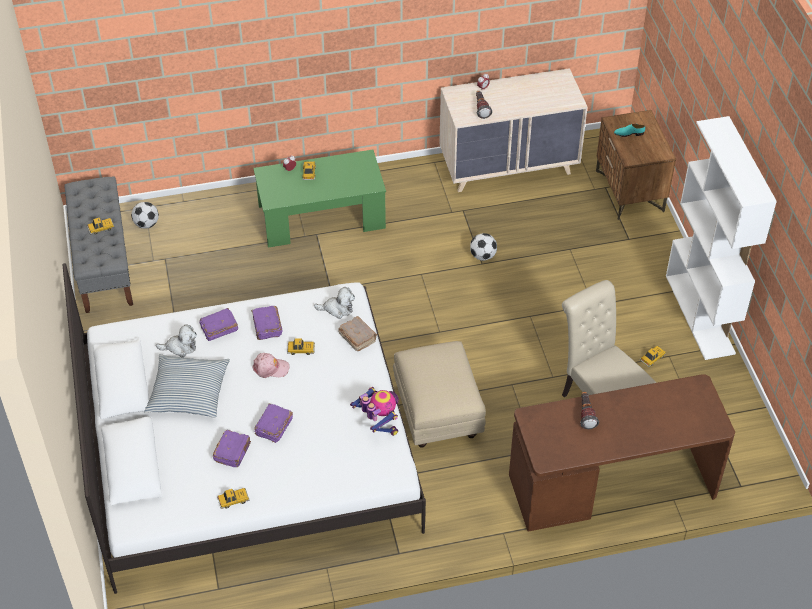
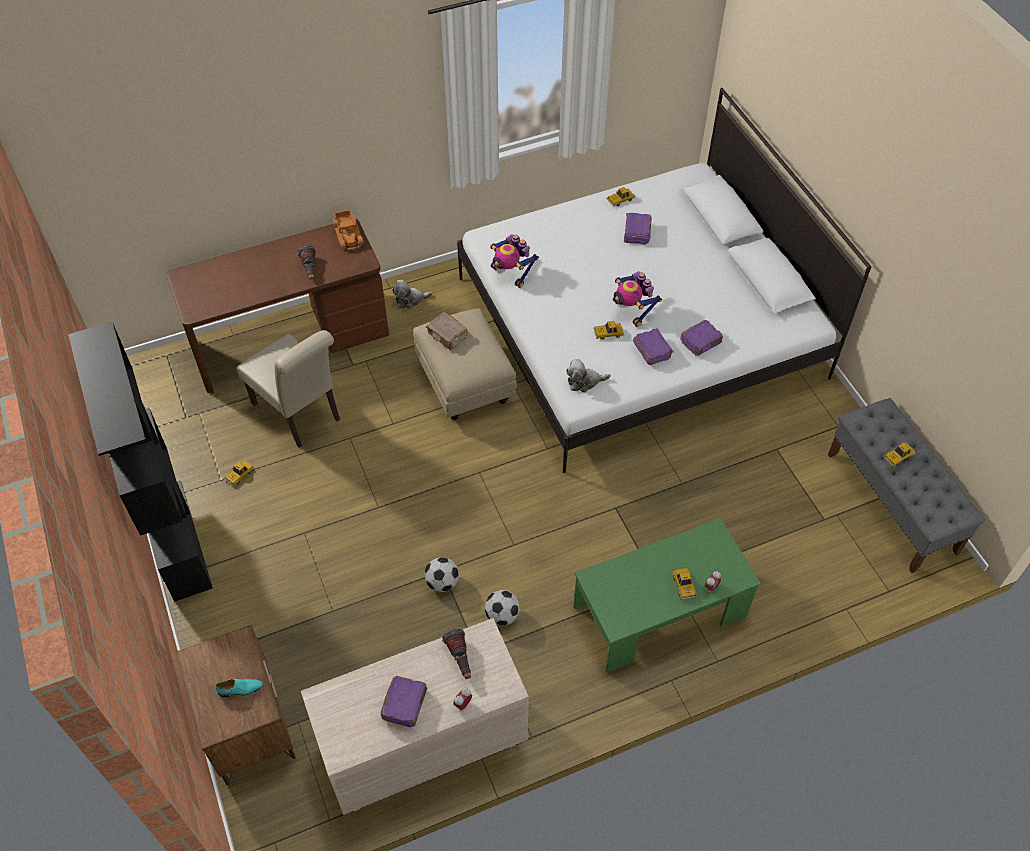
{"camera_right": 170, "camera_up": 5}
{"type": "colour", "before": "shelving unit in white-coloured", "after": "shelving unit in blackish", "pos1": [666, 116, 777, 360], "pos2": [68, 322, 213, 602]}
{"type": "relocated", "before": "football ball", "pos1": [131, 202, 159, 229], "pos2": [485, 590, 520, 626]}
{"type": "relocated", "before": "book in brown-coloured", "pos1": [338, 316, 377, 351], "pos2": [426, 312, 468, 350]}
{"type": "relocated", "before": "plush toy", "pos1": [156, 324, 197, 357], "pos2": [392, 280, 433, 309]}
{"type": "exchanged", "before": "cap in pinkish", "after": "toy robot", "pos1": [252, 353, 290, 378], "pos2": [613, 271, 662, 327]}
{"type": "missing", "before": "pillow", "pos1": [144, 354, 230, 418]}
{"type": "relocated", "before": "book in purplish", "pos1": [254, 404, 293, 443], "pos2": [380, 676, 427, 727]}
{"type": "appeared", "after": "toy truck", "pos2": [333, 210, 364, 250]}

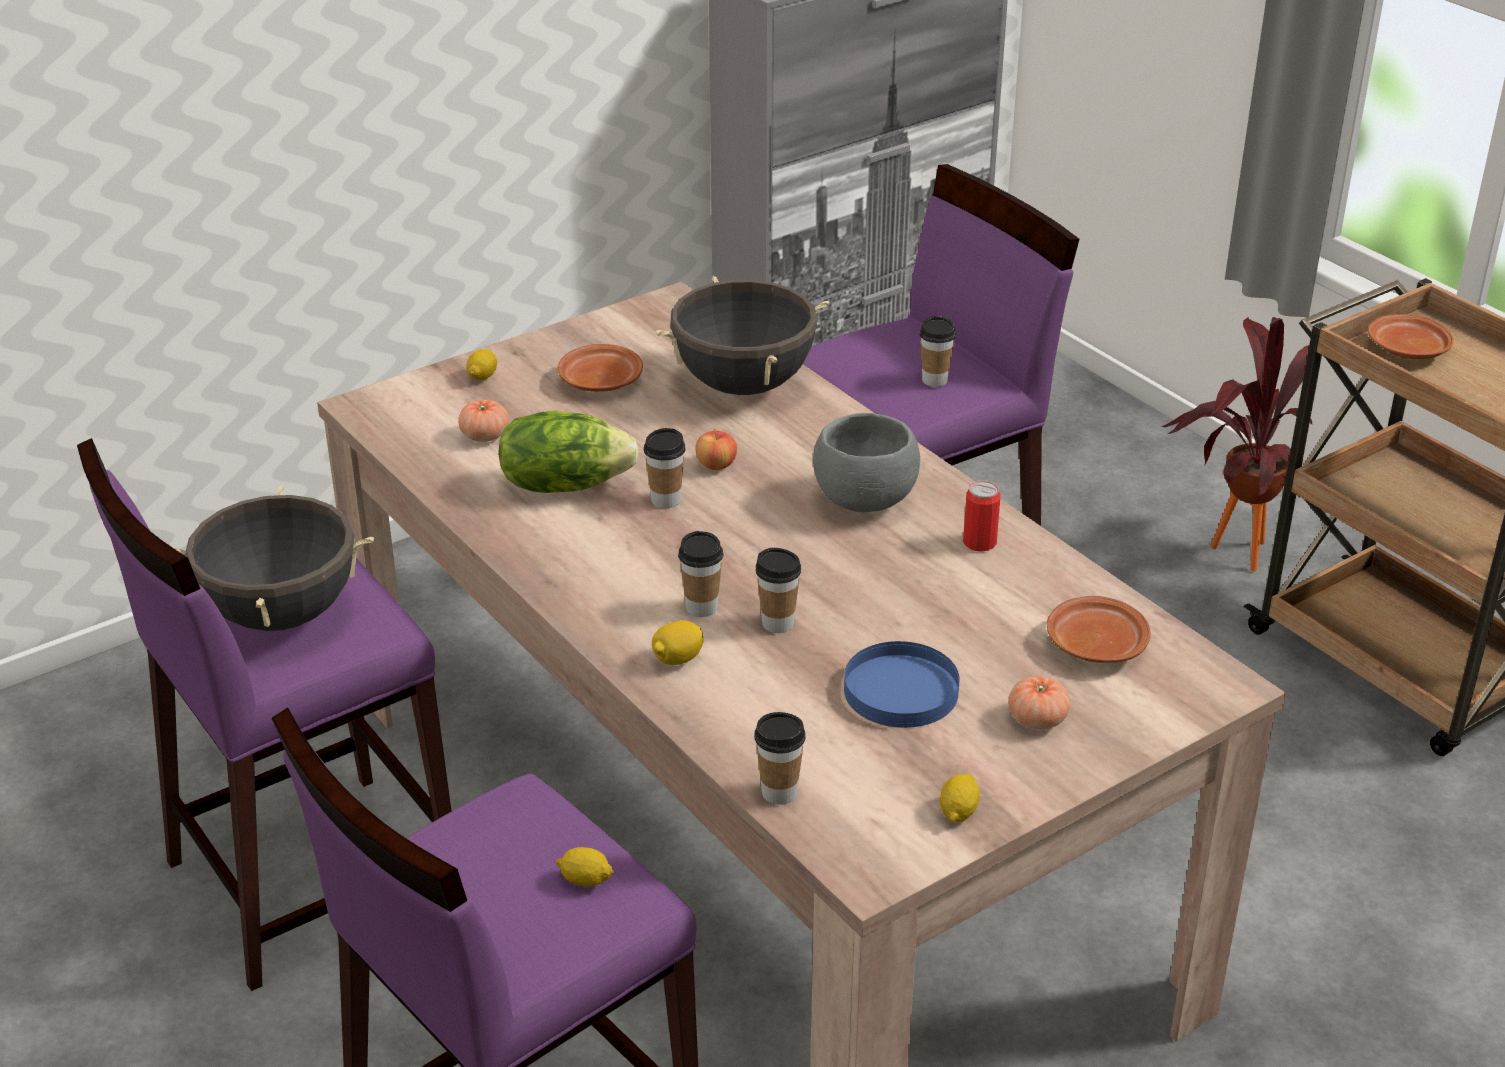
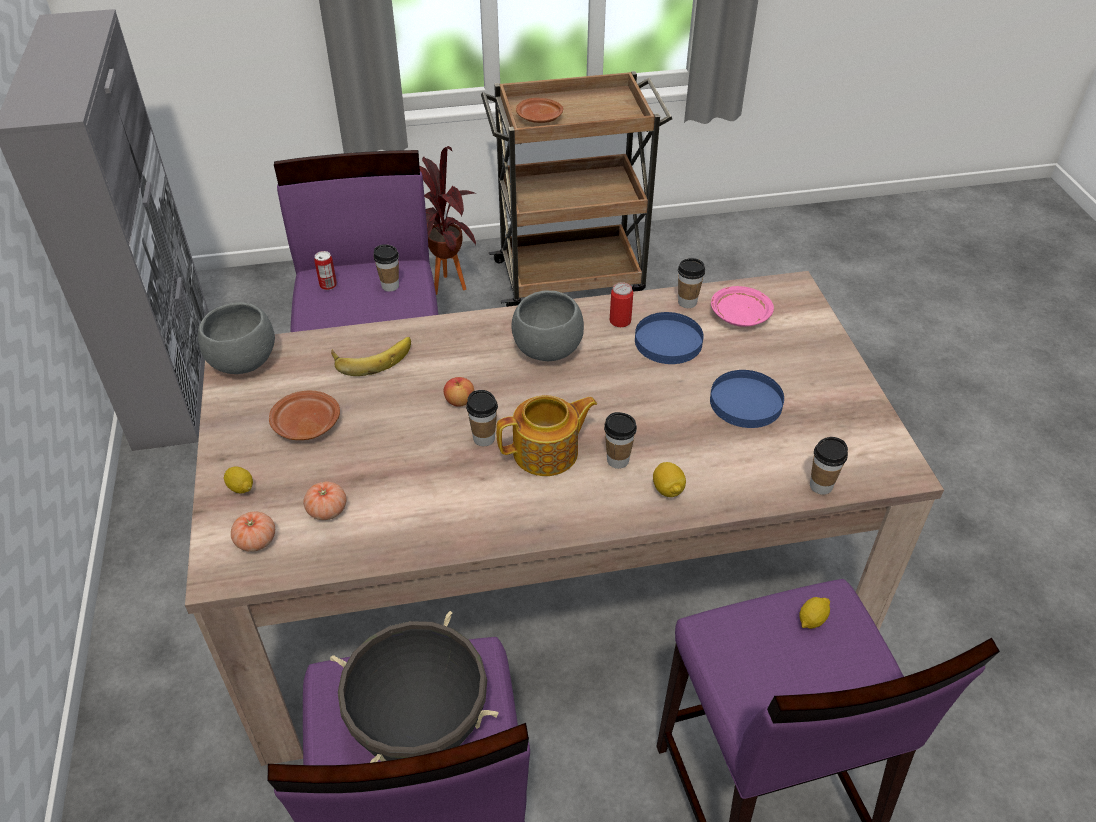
{"camera_right": -65, "camera_up": 10}
{"type": "exchanged", "before": "saucepot in blackish", "after": "banana fruit", "pos1": [656, 276, 830, 395], "pos2": [331, 337, 411, 376]}
{"type": "missing", "before": "head of lettuce", "pos1": [498, 411, 639, 493]}
{"type": "relocated", "before": "small cup", "pos1": [756, 548, 801, 633], "pos2": [678, 258, 705, 308]}
{"type": "colour", "before": "dinner plate in brown-coloured", "after": "dinner plate in pinkish", "pos1": [1047, 596, 1151, 663], "pos2": [711, 286, 774, 327]}
{"type": "relocated", "before": "fresh tomato", "pos1": [1009, 676, 1070, 729], "pos2": [231, 511, 275, 552]}
{"type": "missing", "before": "citrus fruit", "pos1": [940, 774, 980, 822]}
{"type": "appeared", "after": "can", "pos2": [314, 251, 337, 290]}
{"type": "appeared", "after": "serving bowl in grey", "pos2": [198, 302, 275, 374]}
{"type": "appeared", "after": "dinner plate in blue", "pos2": [635, 312, 704, 364]}
{"type": "appeared", "after": "tea pot", "pos2": [496, 395, 597, 476]}

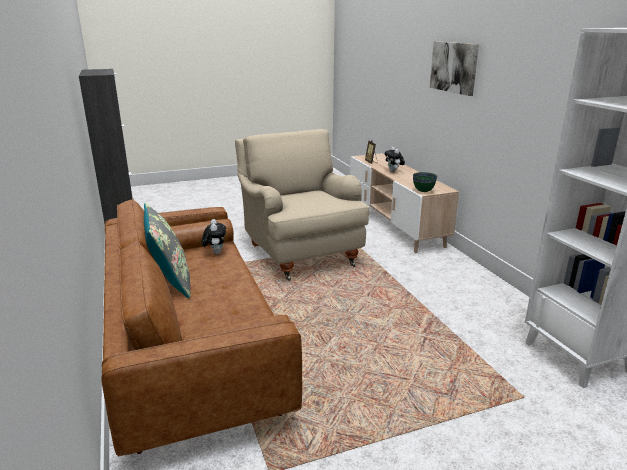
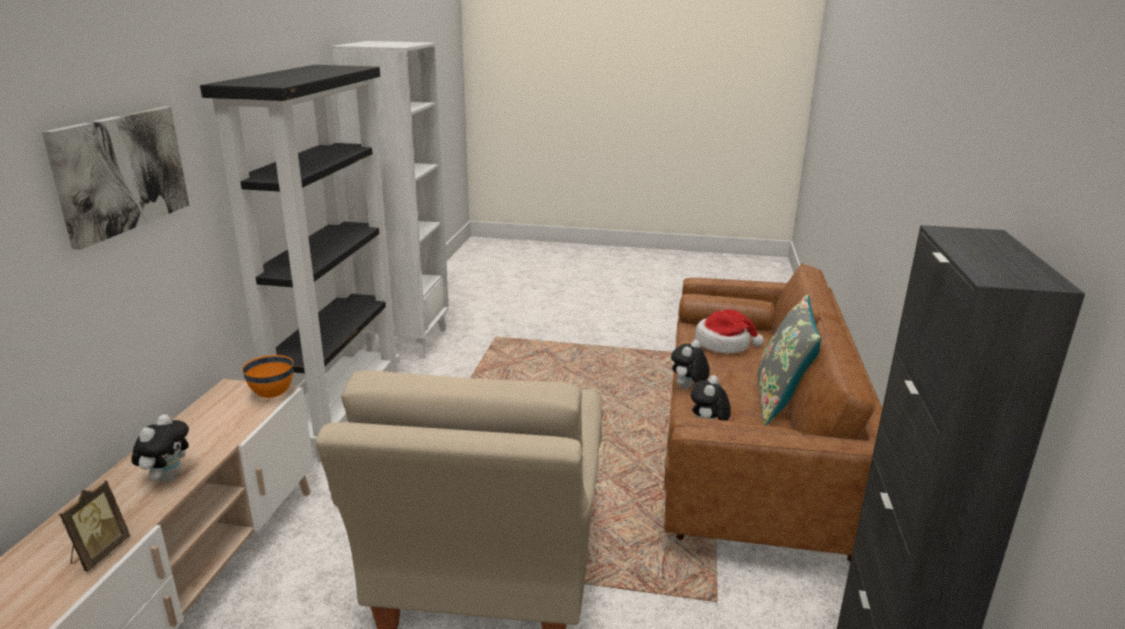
{"camera_right": -150, "camera_up": 0}
{"type": "colour", "before": "serving bowl in greenish", "after": "serving bowl in orangey", "pos1": [413, 172, 437, 192], "pos2": [242, 355, 293, 398]}
{"type": "appeared", "after": "shelving unit in blackish", "pos2": [200, 65, 400, 463]}
{"type": "appeared", "after": "hat", "pos2": [695, 309, 764, 354]}
{"type": "appeared", "after": "plush toy", "pos2": [671, 340, 710, 389]}

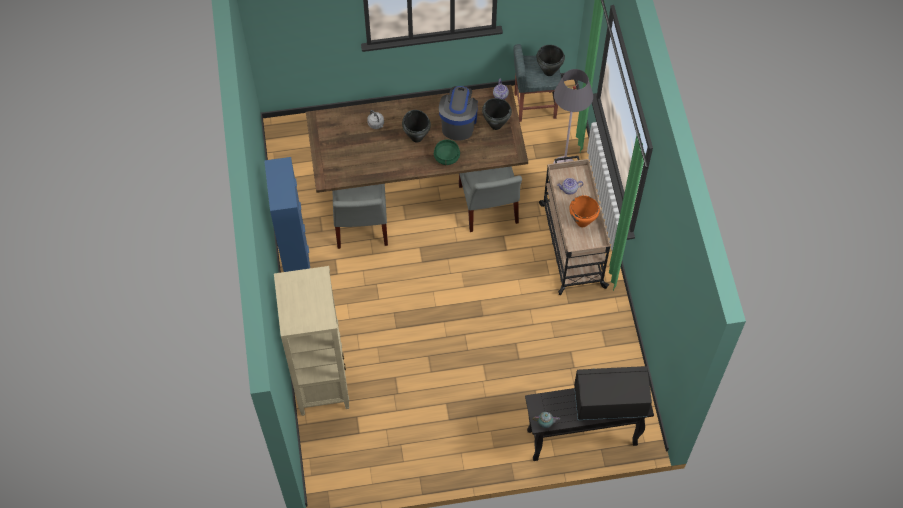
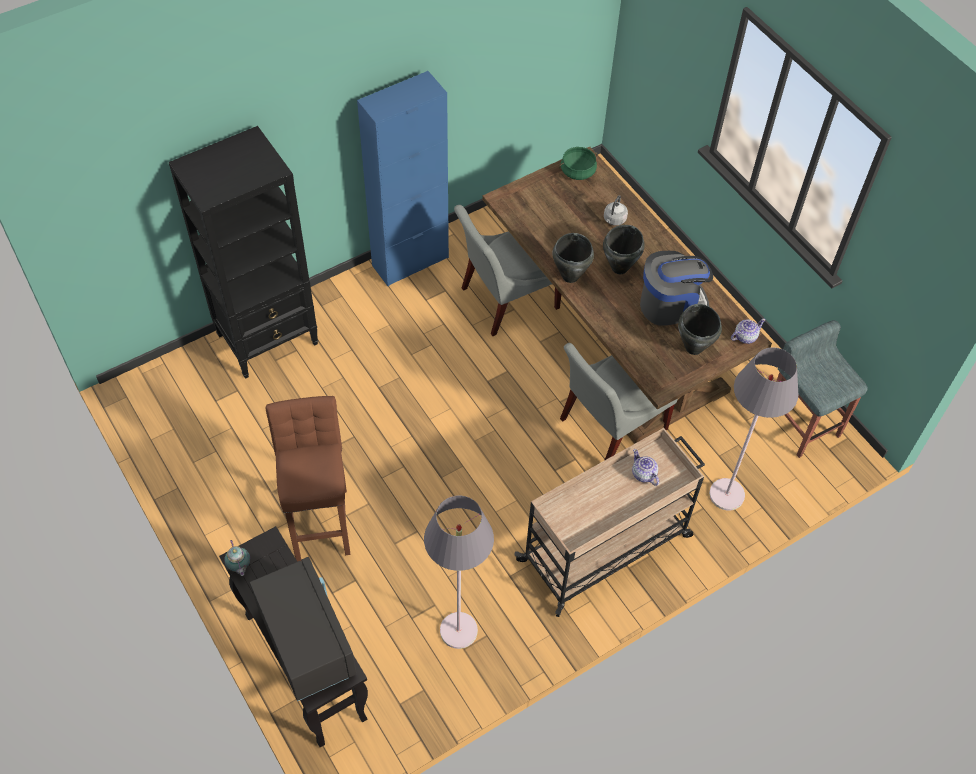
{"camera_right": 65, "camera_up": -5}
{"type": "relocated", "before": "saucepot in blackish", "pos1": [536, 45, 565, 76], "pos2": [552, 233, 594, 283]}
{"type": "relocated", "before": "saucepot in greenish", "pos1": [434, 139, 460, 165], "pos2": [559, 147, 597, 180]}
{"type": "missing", "before": "saucepot in orangey", "pos1": [569, 195, 600, 227]}
{"type": "colour", "before": "shelving unit in sand-coloured", "after": "shelving unit in blackish", "pos1": [274, 266, 349, 416], "pos2": [169, 126, 318, 379]}
{"type": "appeared", "after": "stool in brown-coloured", "pos2": [266, 396, 350, 562]}
{"type": "appeared", "after": "standing lamp in grey", "pos2": [424, 496, 494, 649]}

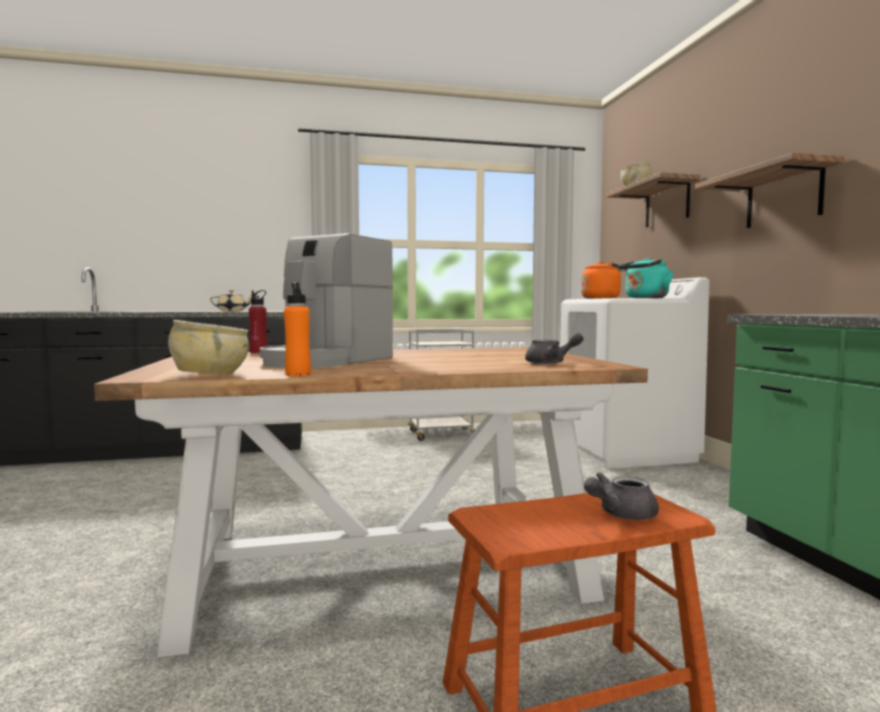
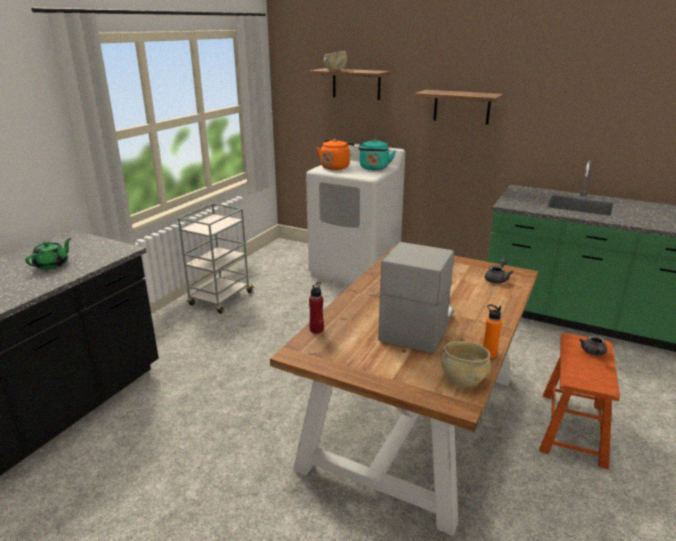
{"camera_right": -50, "camera_up": 20}
{"type": "spun", "before": "coffee maker", "pos1": [260, 233, 393, 368], "pos2": [378, 242, 454, 354], "turn": -135}
{"type": "colour", "before": "tea pot in sand-coloured", "after": "tea pot in greenish", "pos1": [210, 290, 252, 311], "pos2": [25, 238, 71, 270]}

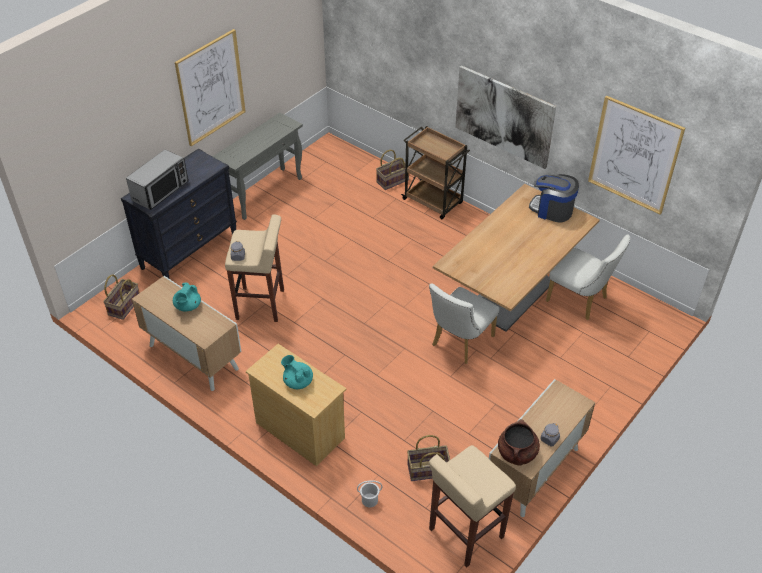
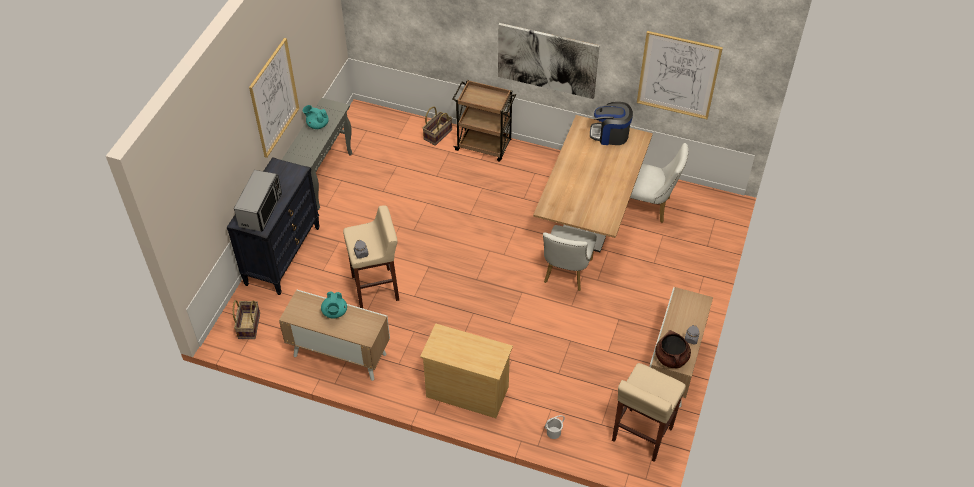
{"camera_right": -20, "camera_up": 5}
{"type": "relocated", "before": "tea pot in turquoise", "pos1": [281, 355, 313, 389], "pos2": [303, 105, 329, 129]}
{"type": "missing", "before": "storage basket", "pos1": [407, 435, 450, 481]}

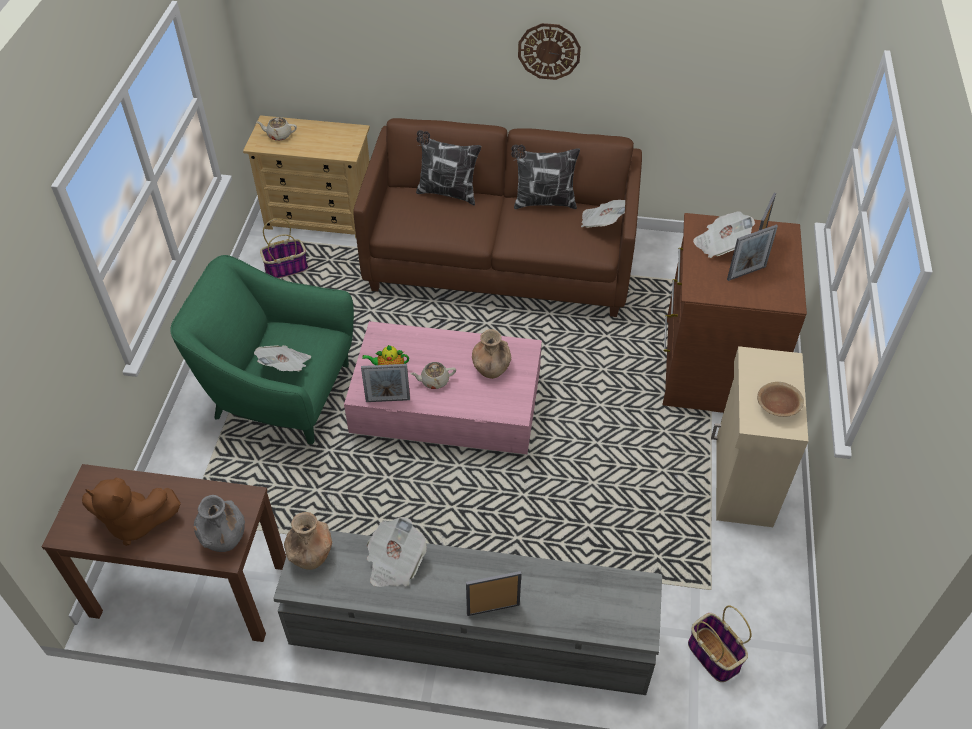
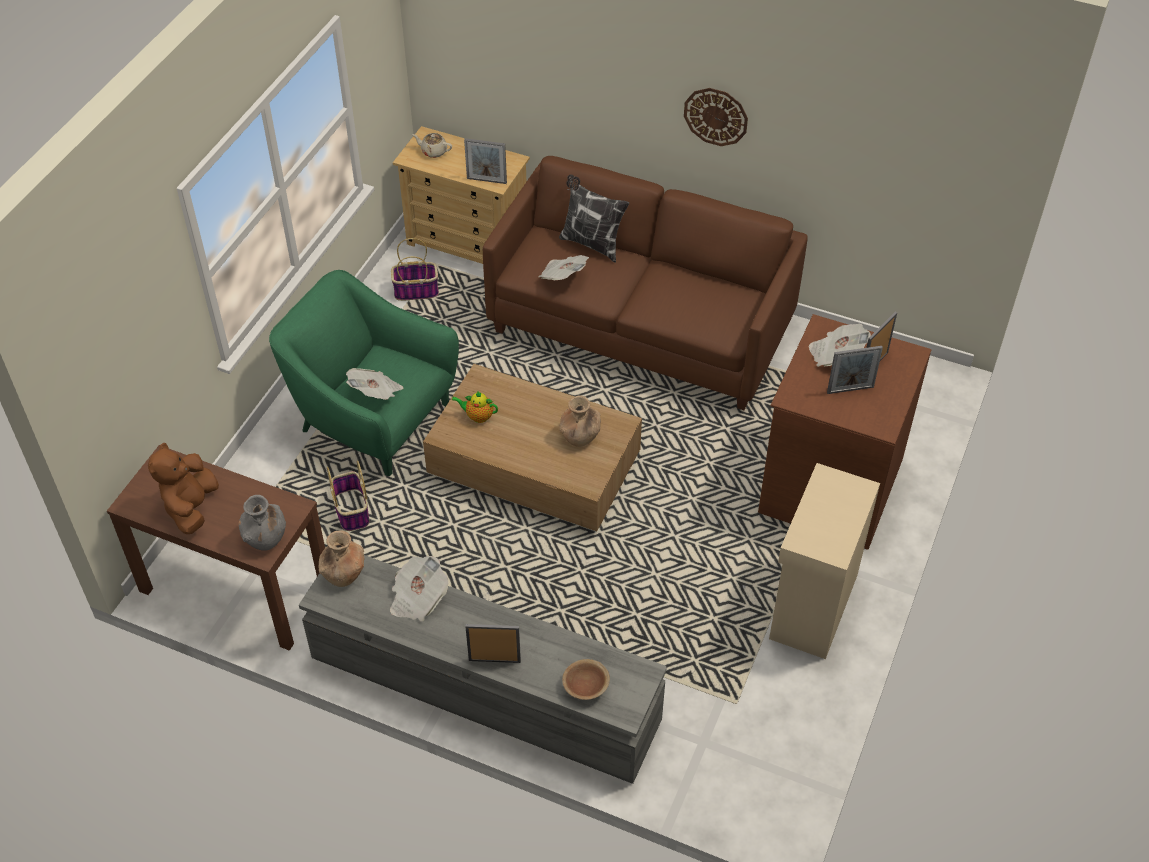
{"camera_right": 15, "camera_up": 0}
{"type": "missing", "before": "pillow", "pos1": [511, 145, 580, 209]}
{"type": "relocated", "before": "newspaper", "pos1": [581, 200, 625, 227], "pos2": [539, 255, 589, 280]}
{"type": "colour", "before": "low table in pinkish", "after": "low table in brown-coloured", "pos1": [344, 321, 542, 454], "pos2": [423, 364, 642, 531]}
{"type": "missing", "before": "tea pot in sand-coloured", "pos1": [410, 362, 456, 389]}
{"type": "relocated", "before": "picture frame", "pos1": [361, 364, 410, 402], "pos2": [464, 138, 507, 184]}
{"type": "relocated", "before": "serving bowl in brown-coloured", "pos1": [757, 382, 804, 417], "pos2": [562, 659, 610, 700]}
{"type": "spun", "before": "plush toy in brown-coloured", "pos1": [82, 478, 181, 546], "pos2": [148, 443, 219, 534], "turn": 75}
{"type": "relocated", "before": "storage basket", "pos1": [688, 606, 752, 682], "pos2": [327, 461, 369, 531]}

